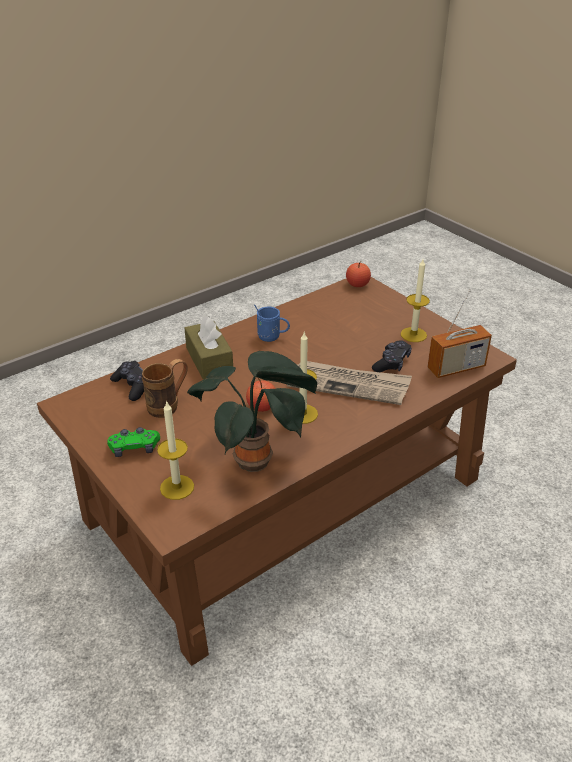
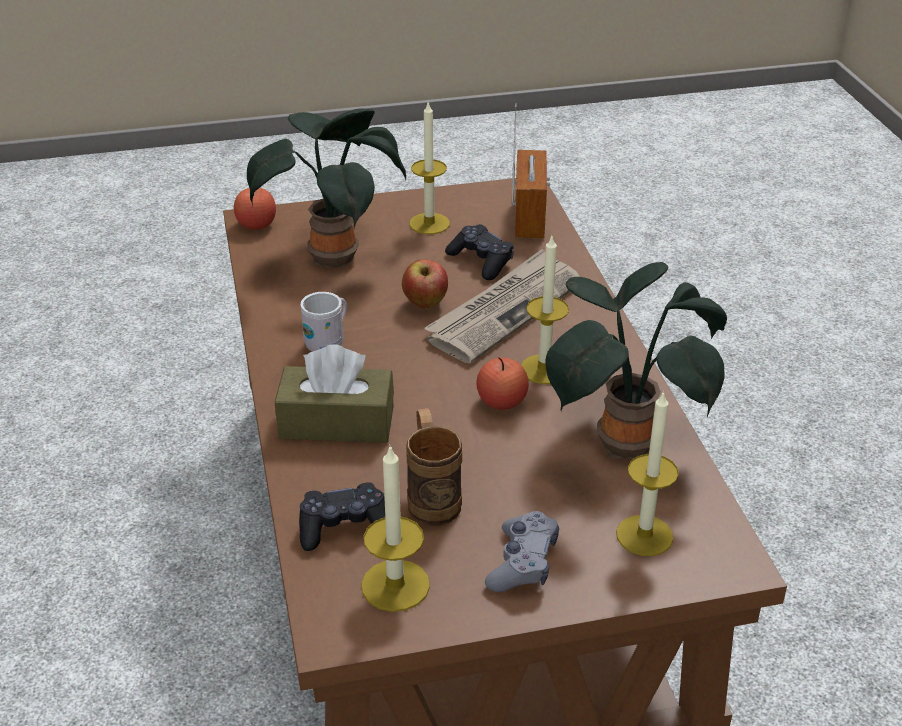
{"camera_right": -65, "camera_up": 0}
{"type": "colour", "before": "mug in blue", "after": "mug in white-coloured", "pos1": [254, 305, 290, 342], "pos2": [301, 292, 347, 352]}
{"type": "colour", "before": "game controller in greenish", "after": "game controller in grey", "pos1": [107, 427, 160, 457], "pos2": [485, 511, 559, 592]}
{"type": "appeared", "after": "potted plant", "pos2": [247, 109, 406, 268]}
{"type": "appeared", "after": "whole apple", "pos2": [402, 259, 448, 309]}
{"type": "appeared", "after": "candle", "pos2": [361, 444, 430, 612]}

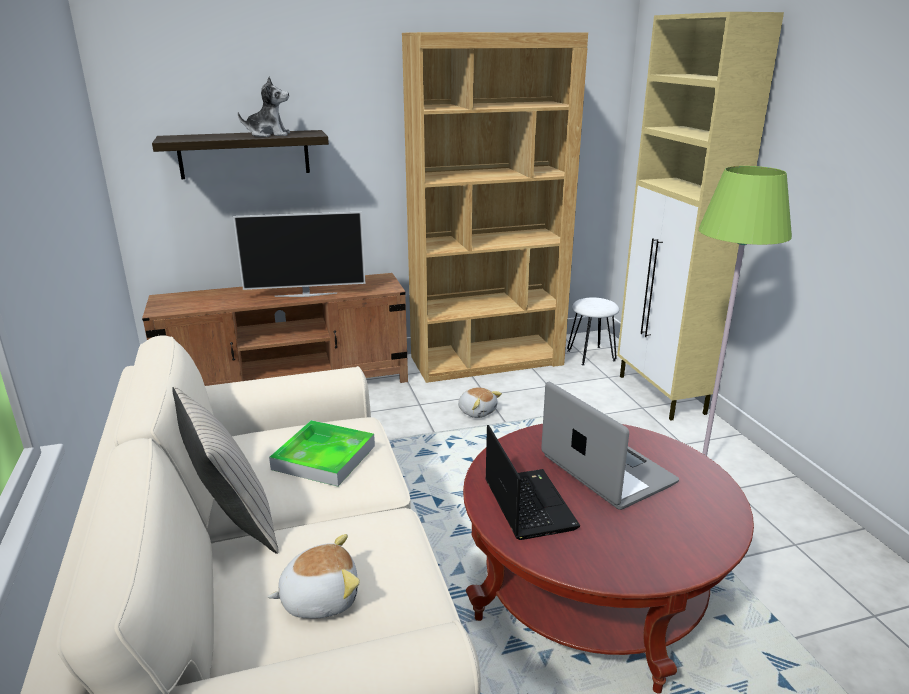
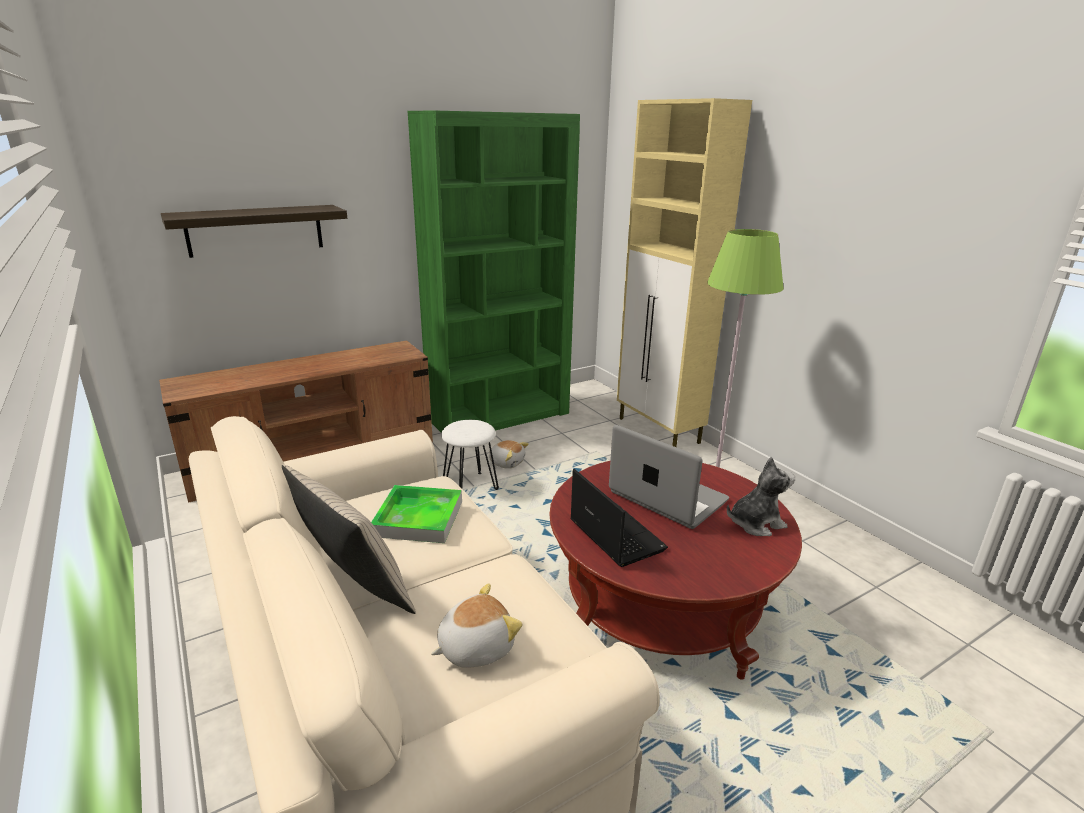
{"camera_right": -15, "camera_up": 0}
{"type": "colour", "before": "shelving unit in brown-coloured", "after": "shelving unit in greenish", "pos1": [402, 32, 588, 383], "pos2": [408, 111, 580, 433]}
{"type": "relocated", "before": "plush toy", "pos1": [238, 77, 290, 137], "pos2": [727, 457, 795, 536]}
{"type": "missing", "before": "TV set", "pos1": [233, 212, 366, 297]}
{"type": "relocated", "before": "stool in white-coloured", "pos1": [567, 297, 619, 366], "pos2": [441, 420, 499, 490]}

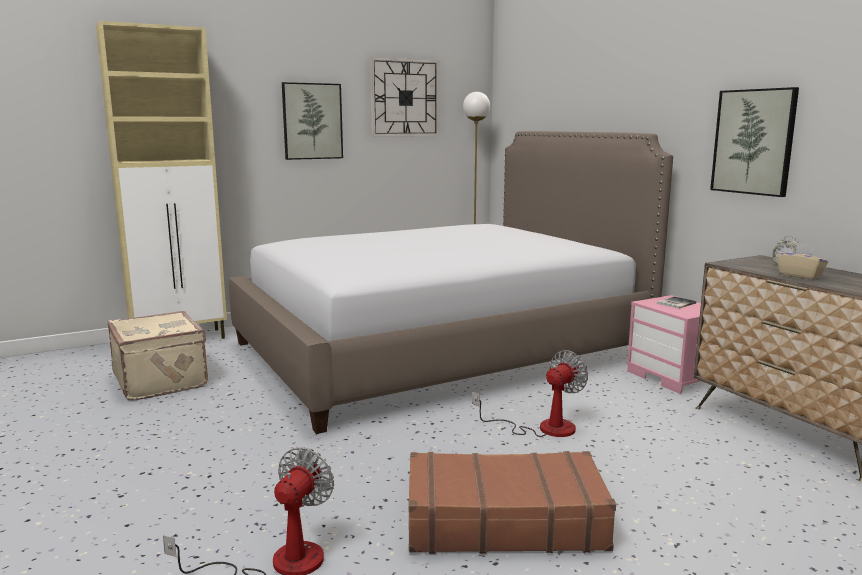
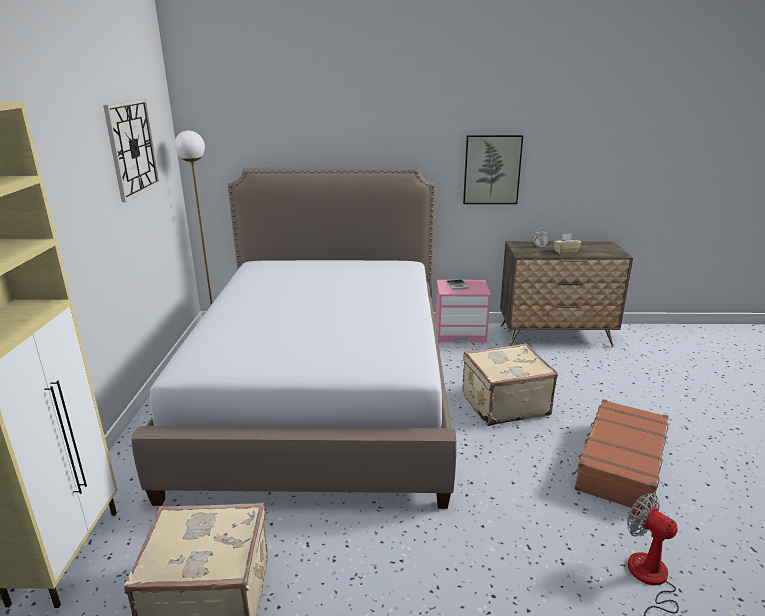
{"camera_right": -60, "camera_up": 10}
{"type": "missing", "before": "wall art", "pos1": [282, 82, 343, 160]}
{"type": "exchanged", "before": "fan", "after": "travel case in sand-coloured", "pos1": [472, 350, 588, 437], "pos2": [462, 343, 558, 426]}

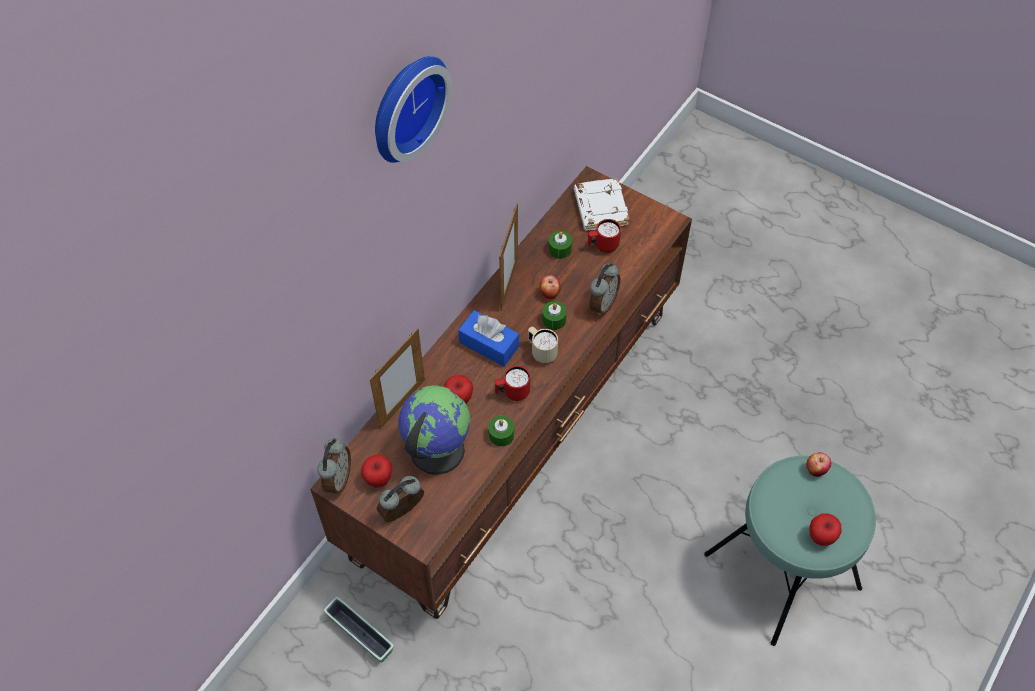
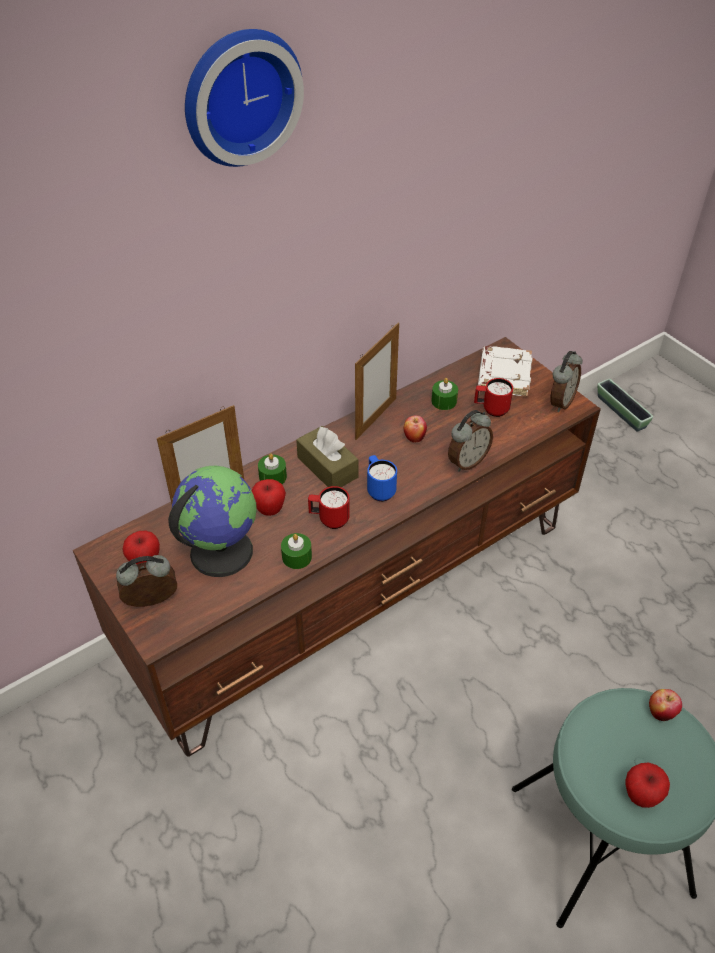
{"camera_right": 20, "camera_up": -10}
{"type": "relocated", "before": "candle in greenish", "pos1": [542, 301, 567, 330], "pos2": [258, 453, 287, 484]}
{"type": "colour", "before": "tissue holder in blue", "after": "tissue holder in brown-coloured", "pos1": [458, 310, 519, 367], "pos2": [296, 426, 358, 487]}
{"type": "colour", "before": "mug in sand-coloured", "after": "mug in blue", "pos1": [528, 327, 558, 364], "pos2": [367, 455, 397, 501]}
{"type": "relocated", "before": "alarm clock", "pos1": [317, 438, 351, 494], "pos2": [550, 351, 583, 412]}
{"type": "relocated", "before": "flower pot", "pos1": [324, 597, 394, 662], "pos2": [597, 379, 653, 432]}

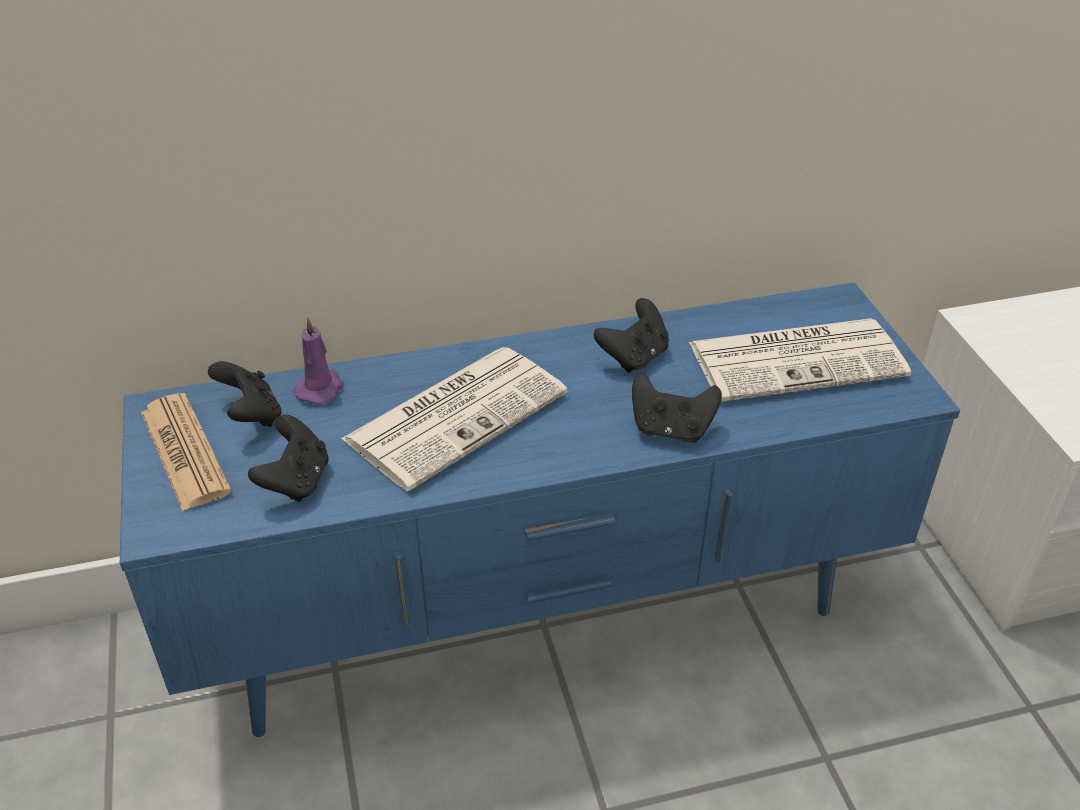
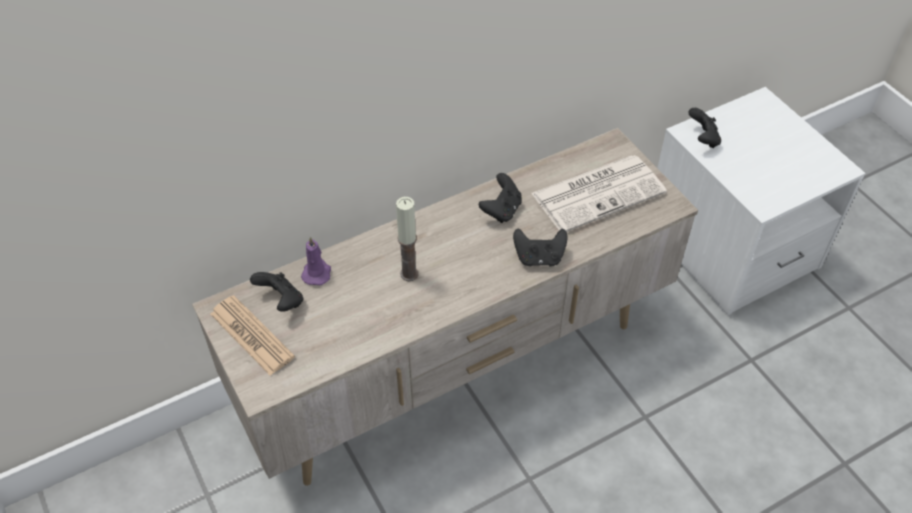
{"camera_right": -15, "camera_up": 10}
{"type": "colour", "before": "media console in blue", "after": "media console in sand-coloured", "pos1": [120, 282, 960, 737], "pos2": [192, 128, 698, 486]}
{"type": "exchanged", "before": "newspaper", "after": "candle", "pos1": [341, 347, 568, 491], "pos2": [396, 197, 418, 281]}
{"type": "relocated", "before": "game controller in blackish", "pos1": [248, 415, 329, 502], "pos2": [689, 108, 721, 148]}

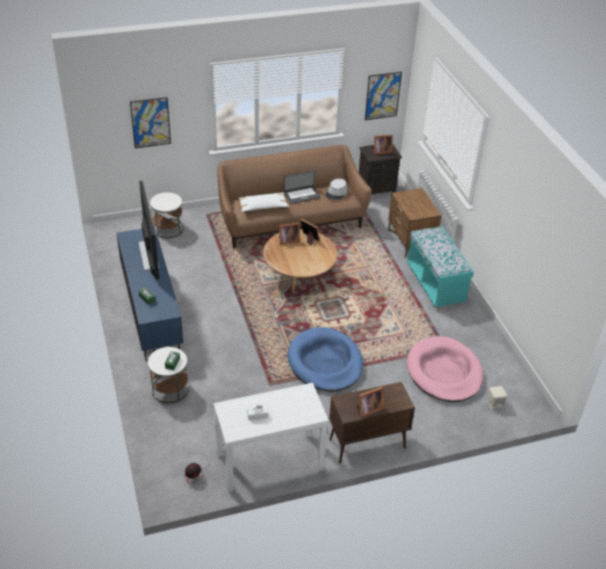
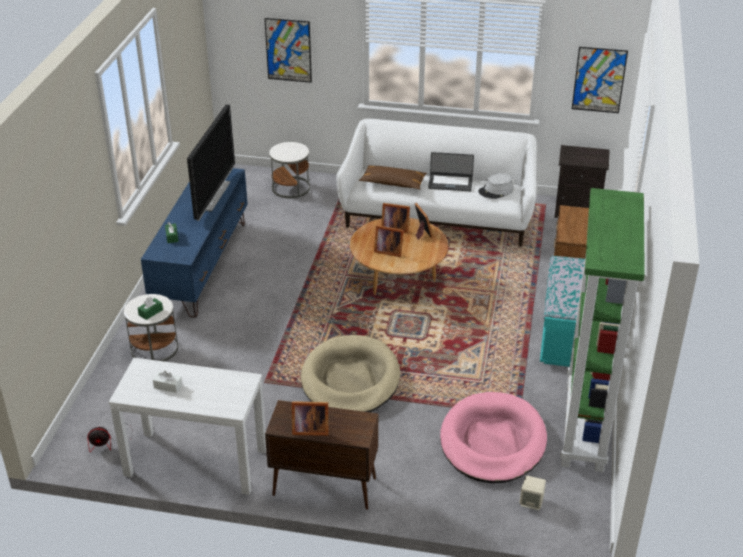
{"camera_right": 30, "camera_up": -5}
{"type": "relocated", "before": "picture frame", "pos1": [373, 135, 393, 154], "pos2": [374, 225, 404, 257]}
{"type": "colour", "before": "sofa in brown-coloured", "after": "sofa in white-coloured", "pos1": [217, 145, 372, 249], "pos2": [336, 119, 537, 246]}
{"type": "colour", "before": "pillow in white-coloured", "after": "pillow in brown-coloured", "pos1": [238, 192, 289, 212], "pos2": [359, 165, 427, 189]}
{"type": "colour", "before": "dog cushion in blue", "after": "dog cushion in sand-coloured", "pos1": [288, 327, 363, 392], "pos2": [301, 335, 400, 412]}
{"type": "appeared", "after": "shelving unit in greenish", "pos2": [560, 188, 645, 472]}

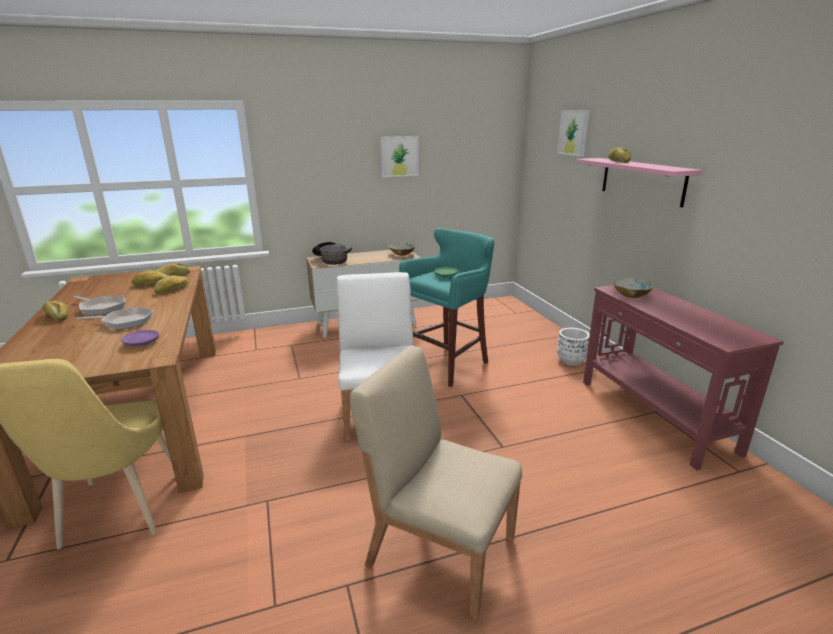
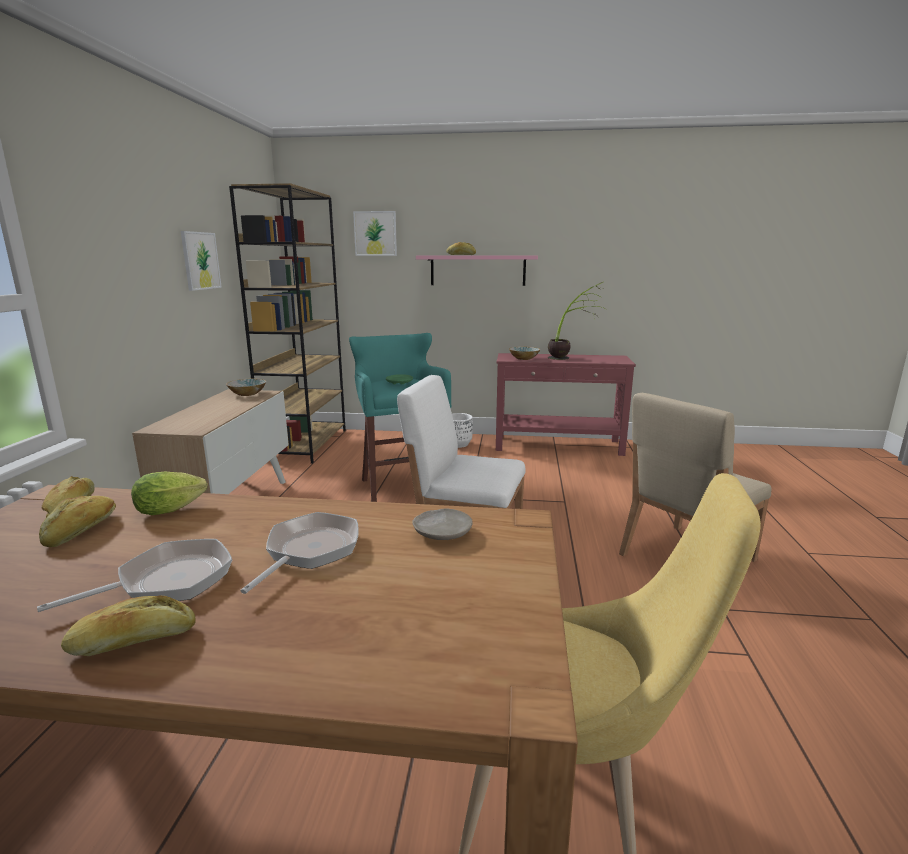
{"camera_right": -65, "camera_up": -5}
{"type": "missing", "before": "saucepot", "pos1": [312, 242, 352, 265]}
{"type": "exchanged", "before": "baked bread", "after": "head of lettuce", "pos1": [154, 275, 189, 294], "pos2": [131, 472, 208, 515]}
{"type": "colour", "before": "dinner plate in purplish", "after": "dinner plate in sand-coloured", "pos1": [121, 330, 159, 346], "pos2": [412, 508, 473, 540]}
{"type": "appeared", "after": "shelving unit in brown-coloured", "pos2": [229, 183, 346, 464]}
{"type": "appeared", "after": "potted plant", "pos2": [548, 282, 606, 360]}

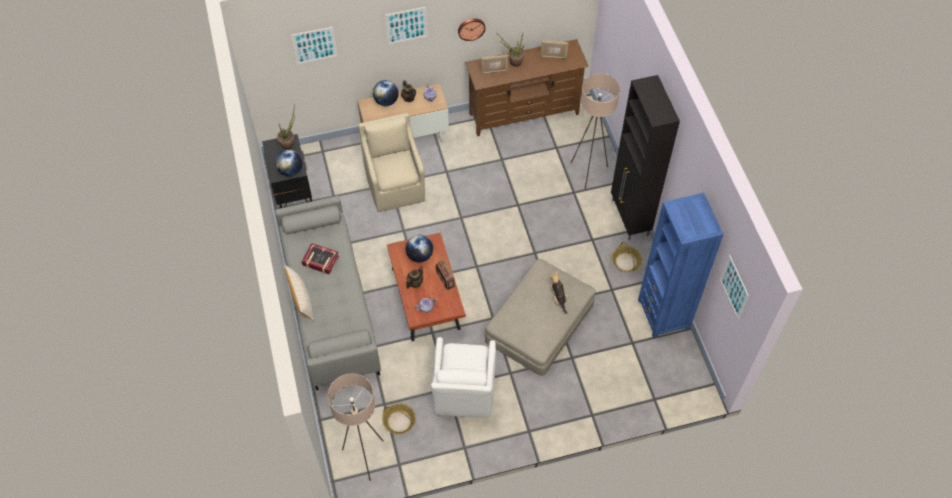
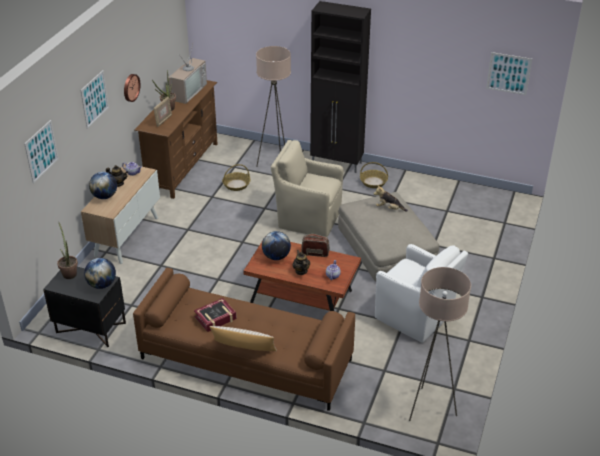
{"camera_right": -55, "camera_up": -20}
{"type": "exchanged", "before": "picture frame", "after": "TV set", "pos1": [540, 41, 569, 59], "pos2": [168, 44, 207, 104]}
{"type": "relocated", "before": "easy chair in sand-coloured", "pos1": [358, 113, 425, 212], "pos2": [271, 140, 343, 237]}
{"type": "missing", "before": "shelving unit in blue", "pos1": [638, 193, 724, 338]}
{"type": "colour", "before": "sofa in grey", "after": "sofa in brown-coloured", "pos1": [275, 196, 381, 390], "pos2": [133, 268, 355, 411]}
{"type": "relocated", "before": "storage basket", "pos1": [382, 403, 416, 434], "pos2": [222, 164, 250, 191]}

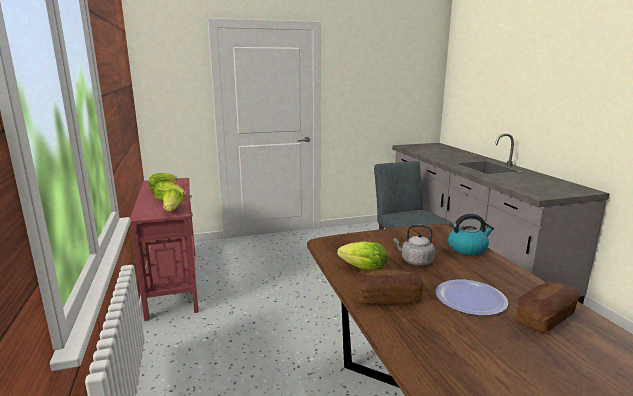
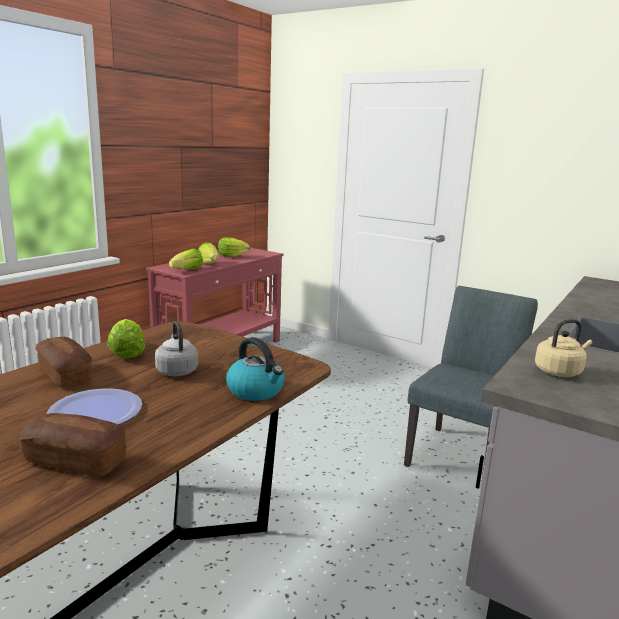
{"camera_right": 50, "camera_up": 0}
{"type": "appeared", "after": "tea kettle in sand-coloured", "pos2": [535, 319, 592, 377]}

